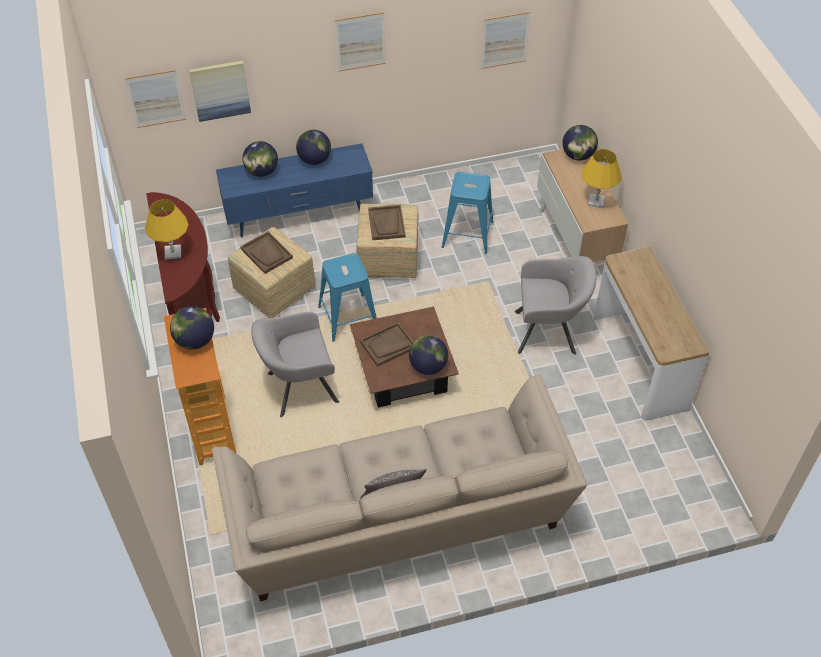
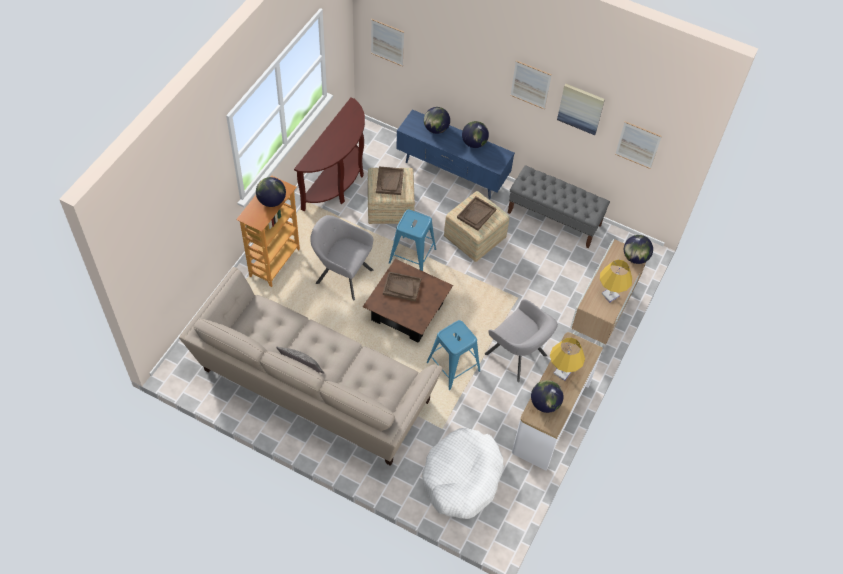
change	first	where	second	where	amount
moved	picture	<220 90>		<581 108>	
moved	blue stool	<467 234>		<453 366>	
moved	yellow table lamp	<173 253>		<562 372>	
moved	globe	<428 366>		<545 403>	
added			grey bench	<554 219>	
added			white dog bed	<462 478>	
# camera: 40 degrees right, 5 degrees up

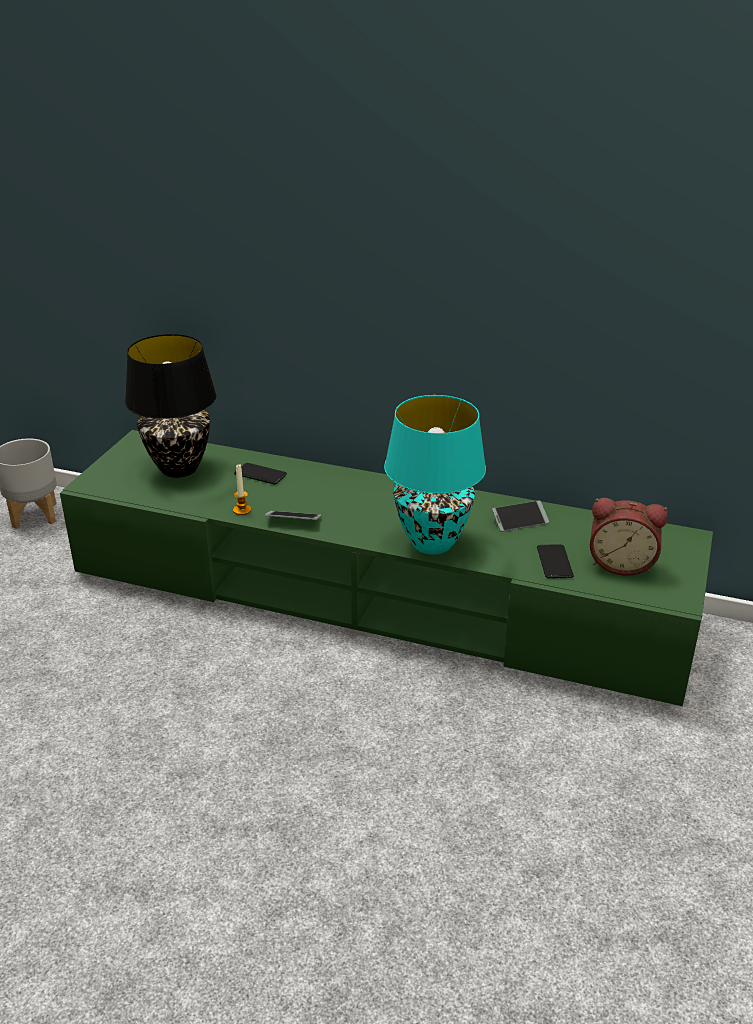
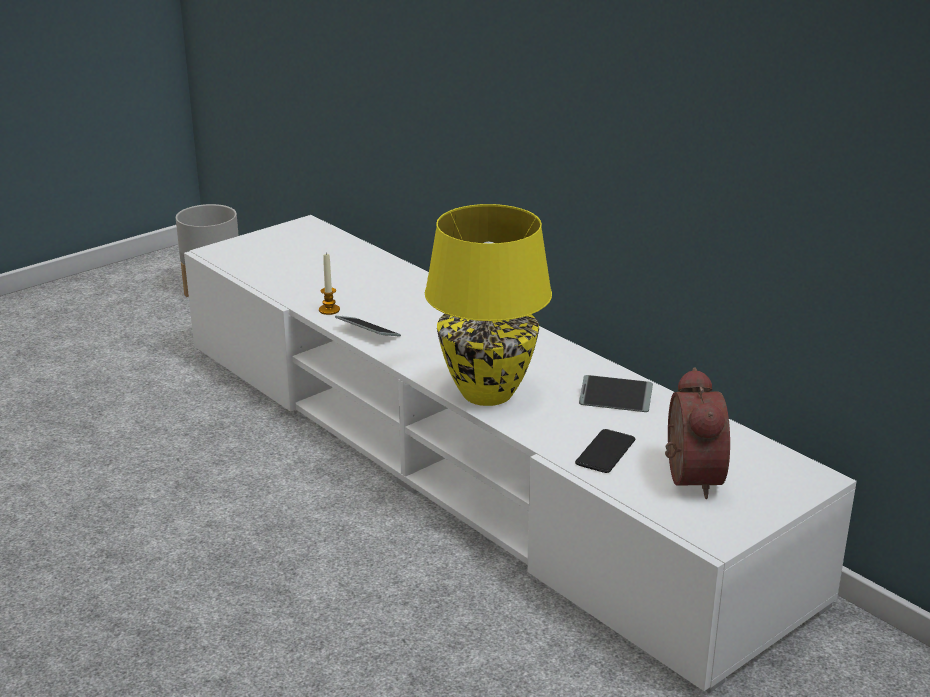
change	first	where	second	where	amount
removed	black table lamp	<178 469>			
recoloured	turquoise table lamp	<431 544>	yellow table lamp	<485 394>	
recoloured	green tv stand	<378 597>	white tv stand	<466 461>	
removed	phone	<260 474>			
turned	alarm clock	<621 563>		<687 478>	135 degrees counterclockwise
# camera: 30 degrees right, 5 degrees down

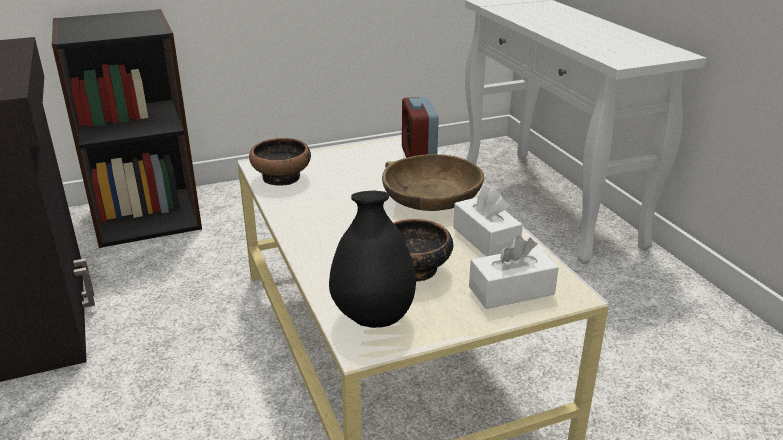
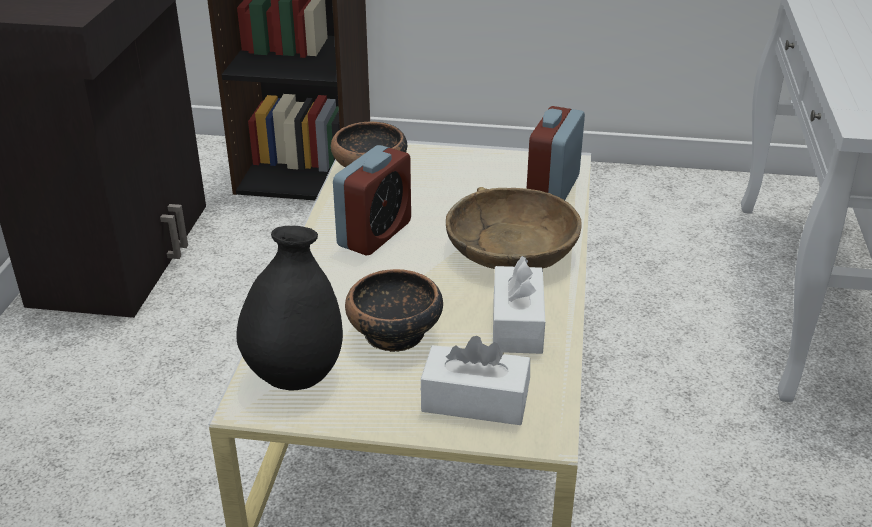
change	first	where	second	where	amount
added			alarm clock	<374 234>	
# camera: 30 degrees right, 5 degrees up

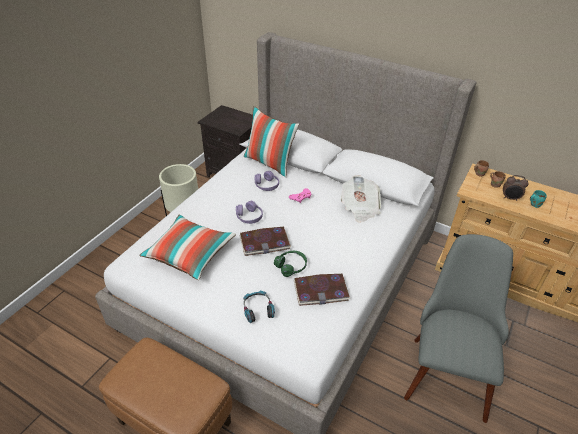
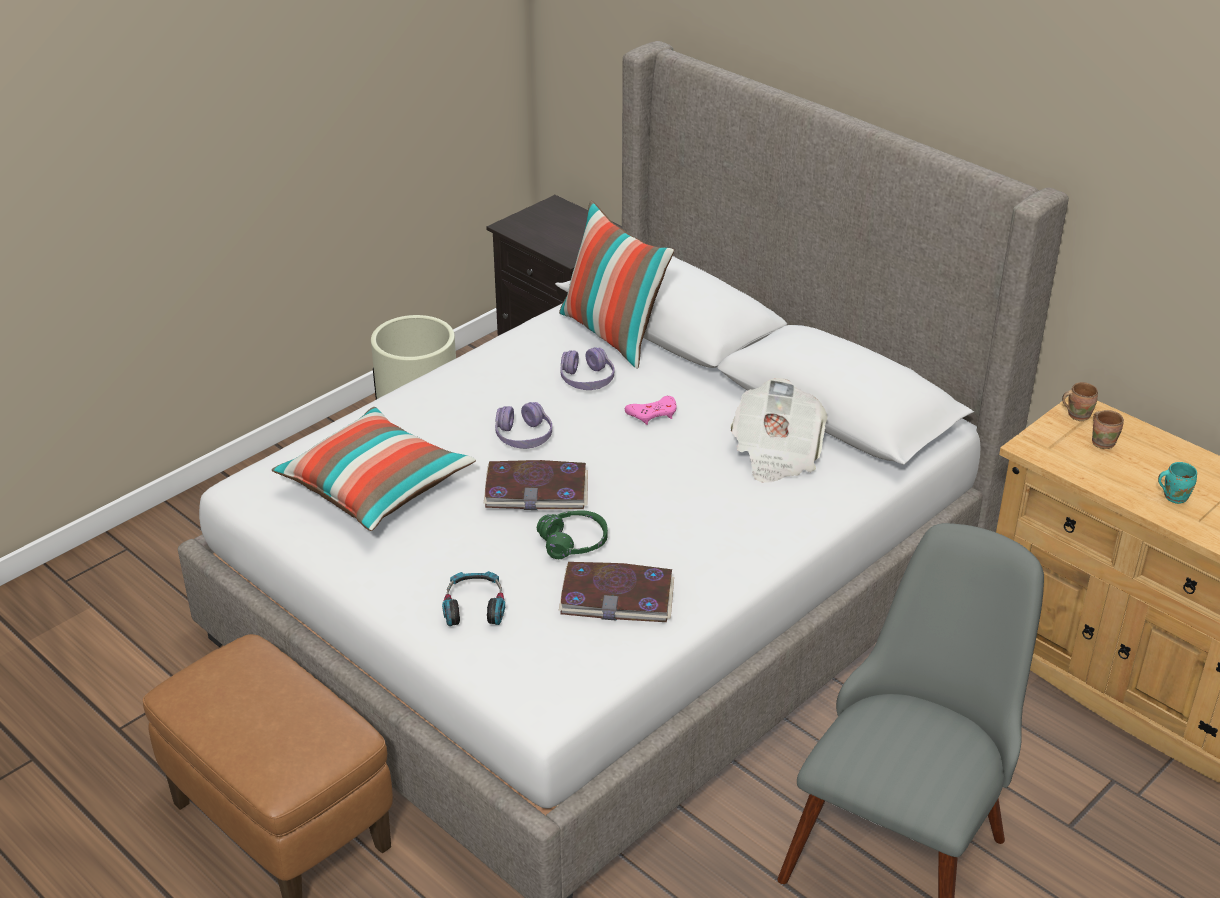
change	first	where	second	where	amount
removed	alarm clock	<510 198>			
# camera: 15 degrees right, 5 degrees down

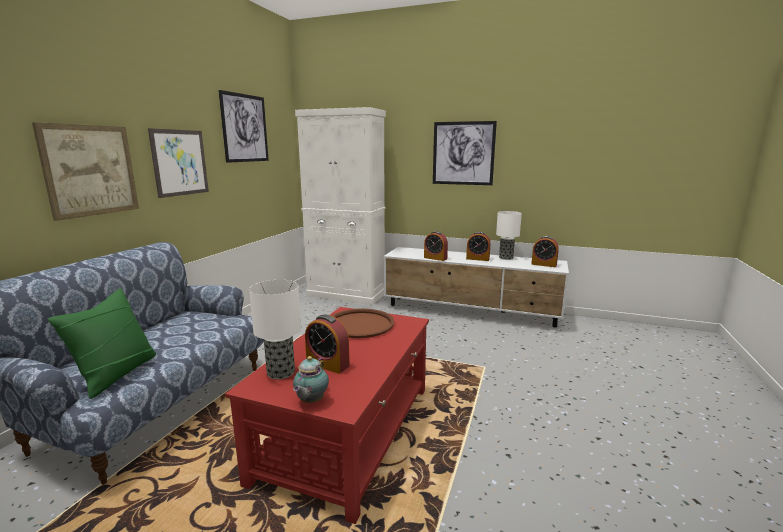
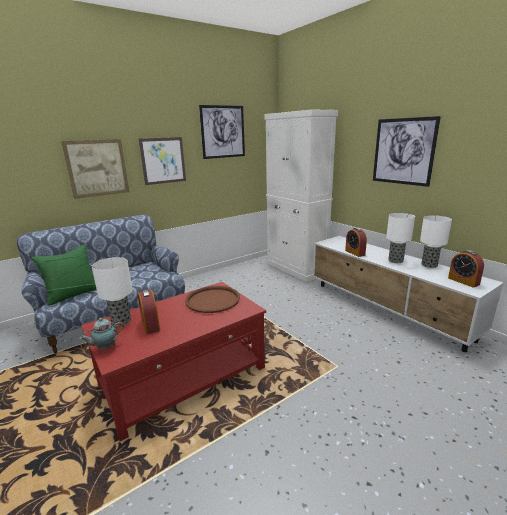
change	first	where	second	where	amount
replaced	alarm clock	<477 259>	table lamp	<396 260>	
# camera: 35 degrees right, 5 degrees up

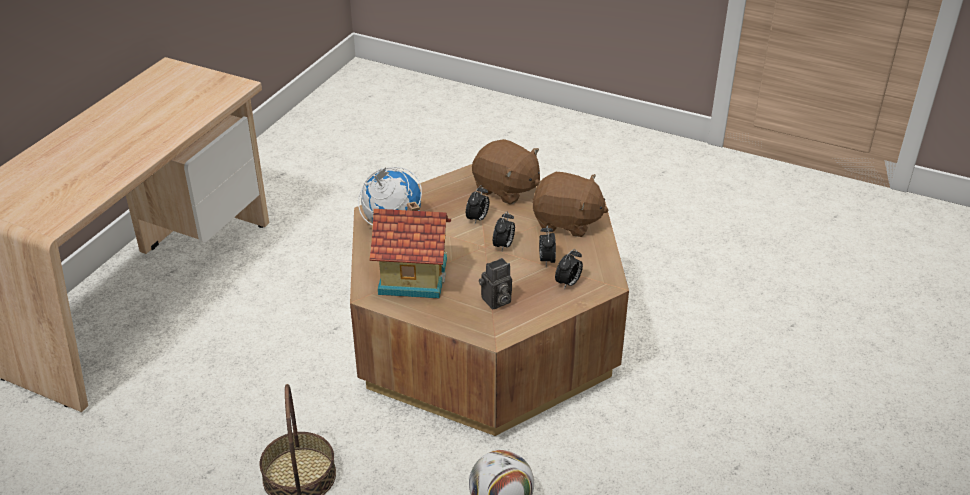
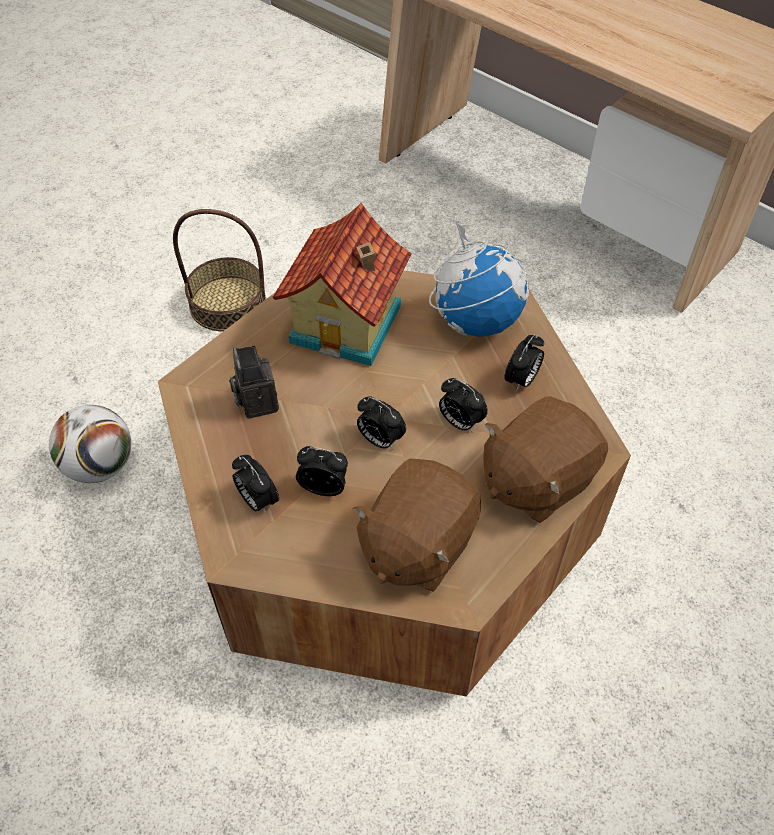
change	first	where	second	where	amount
added			alarm clock	<521 380>	
# camera: 105 degrees right, 15 degrees up

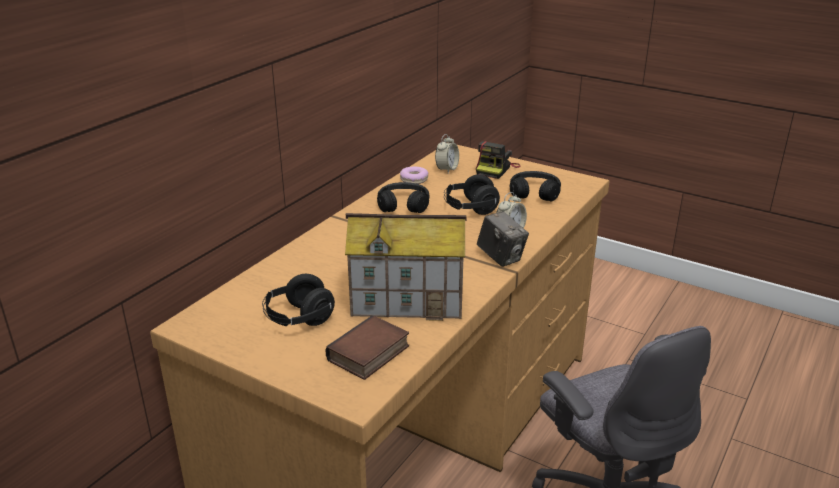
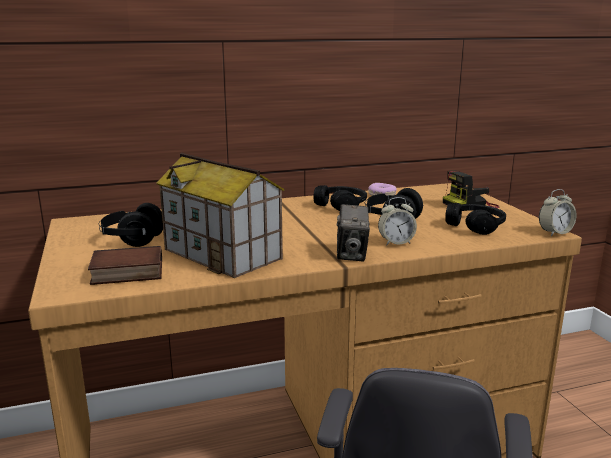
change	first	where	second	where	amount
moved	alarm clock	<447 169>		<555 232>	
# camera: 40 degrees right, 10 degrees down

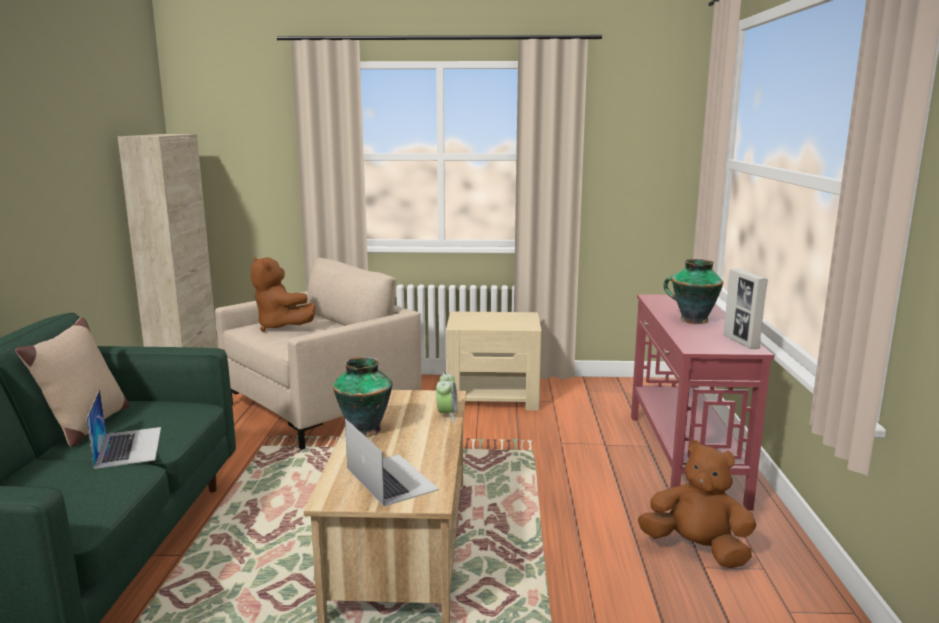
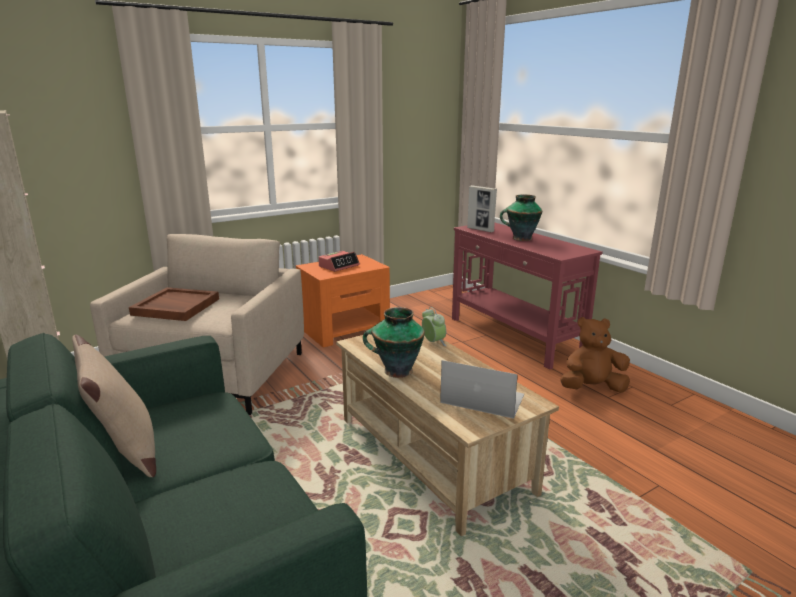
change	first	where	second	where	amount
replaced	brown plush toy	<281 327>	brown tray	<175 307>	
moved	picture frame	<741 342>		<480 230>	
recoloured	beige nightstand	<493 397>	orange nightstand	<345 329>	
removed	laptop	<129 447>			
added			alarm clock	<339 266>	
# camera: 35 degrees left, 5 degrees up

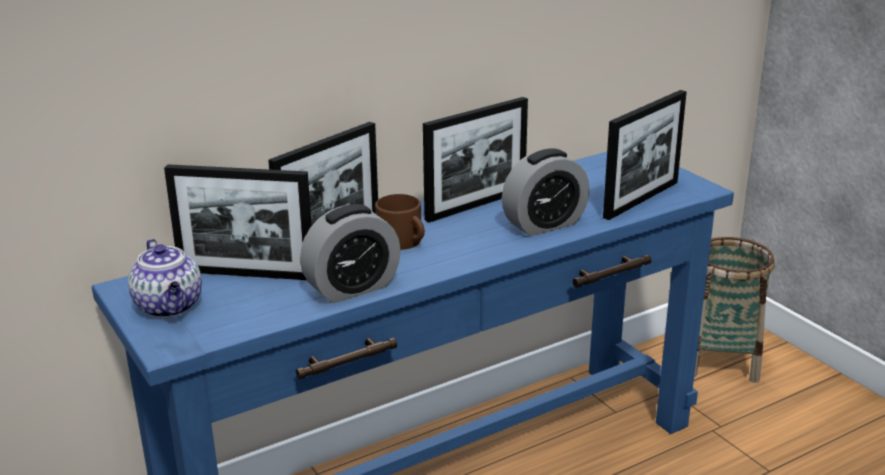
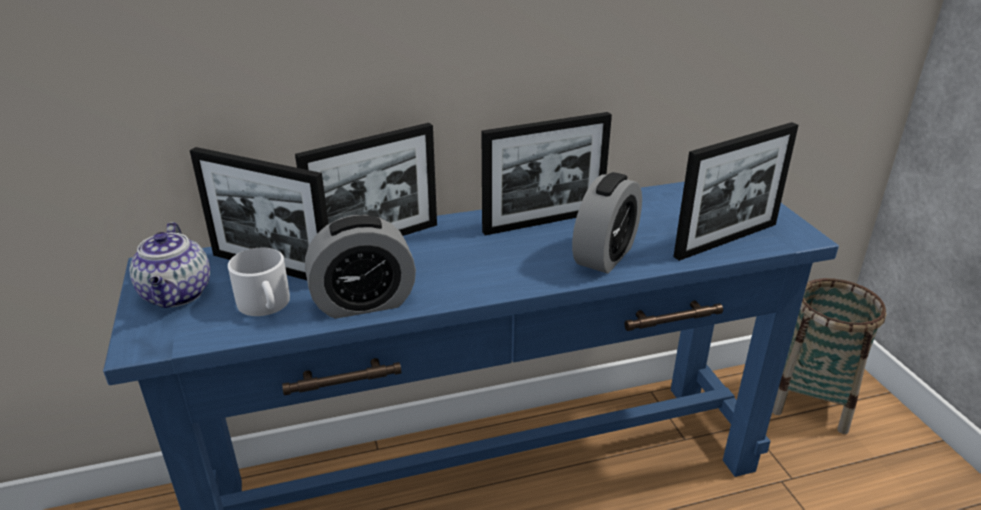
change	first	where	second	where	amount
turned	alarm clock	<544 224>		<605 256>	45 degrees counterclockwise
removed	brown mug	<403 241>			
added			white mug	<265 304>	
# camera: 15 degrees right, 5 degrees up

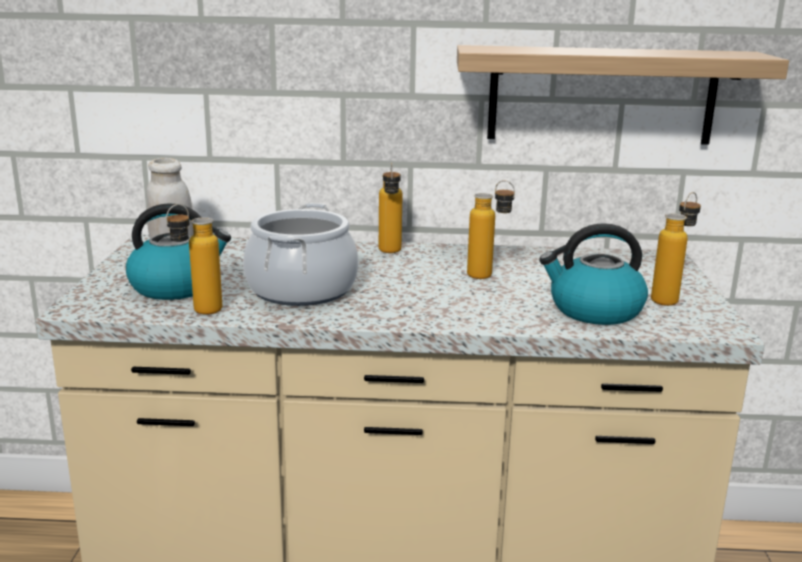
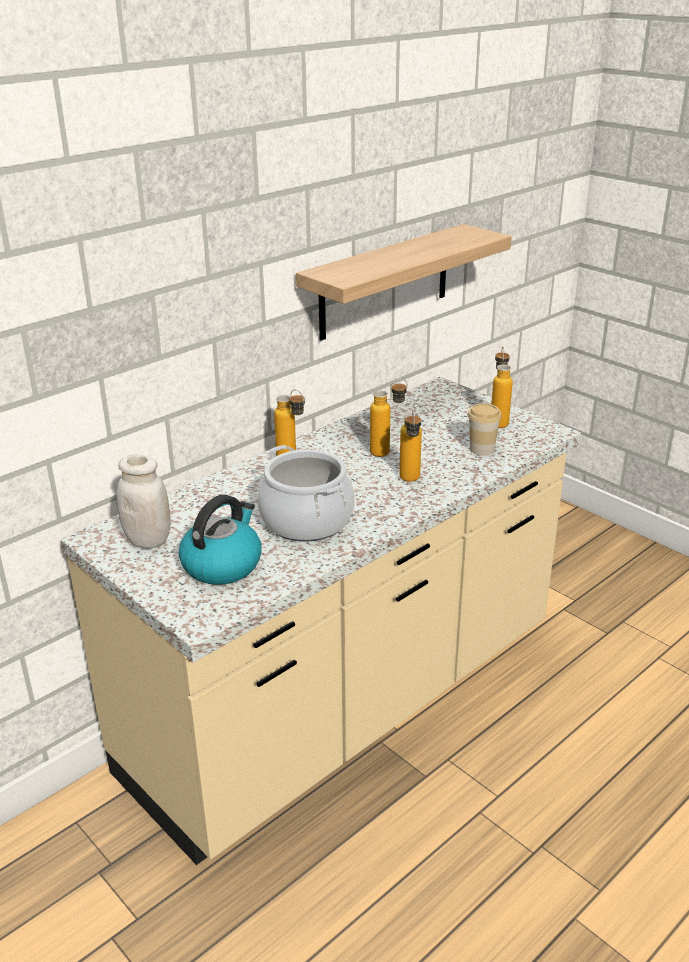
change	first	where	second	where	amount
moved	bottle	<198 313>		<410 481>	
replaced	kettle	<594 310>	cup	<482 449>	
# camera: 45 degrees left, 10 degrees up

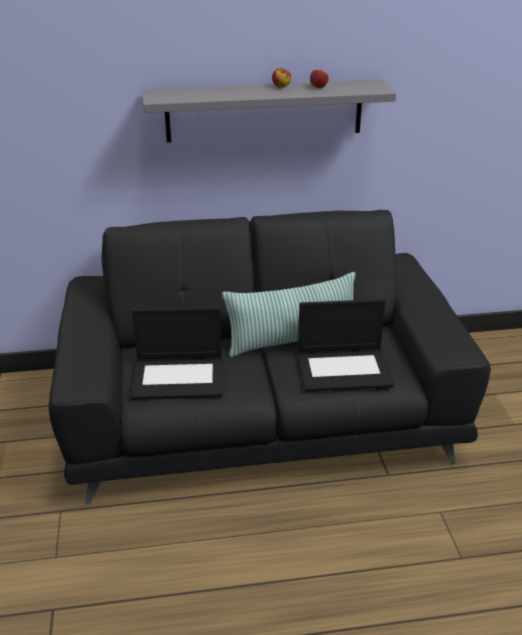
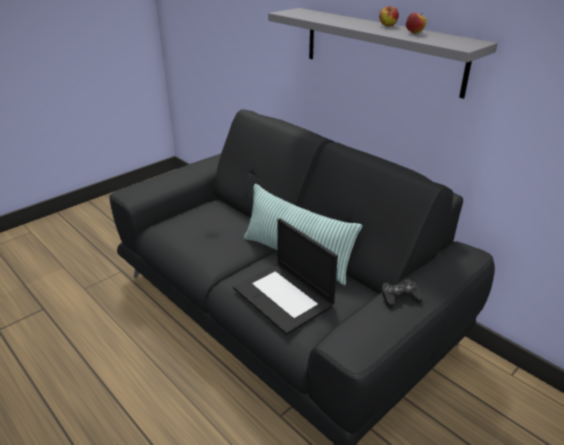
change	first	where	second	where	amount
removed	laptop	<179 377>			
added			black game controller	<399 297>	
# camera: 55 degrees right, 0 degrees up

